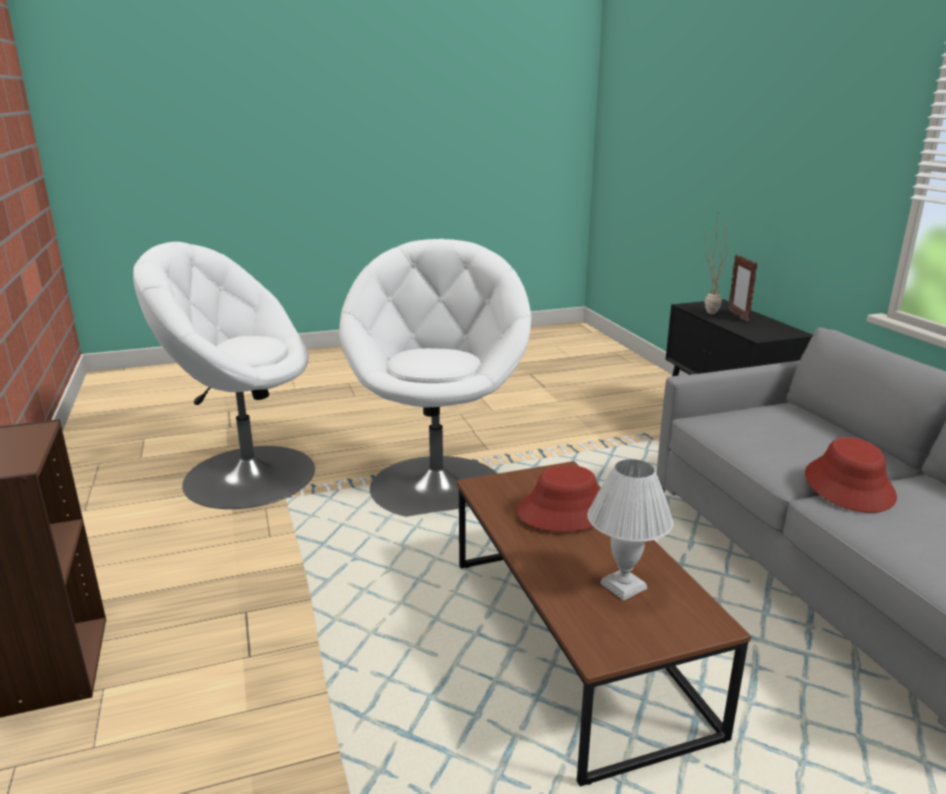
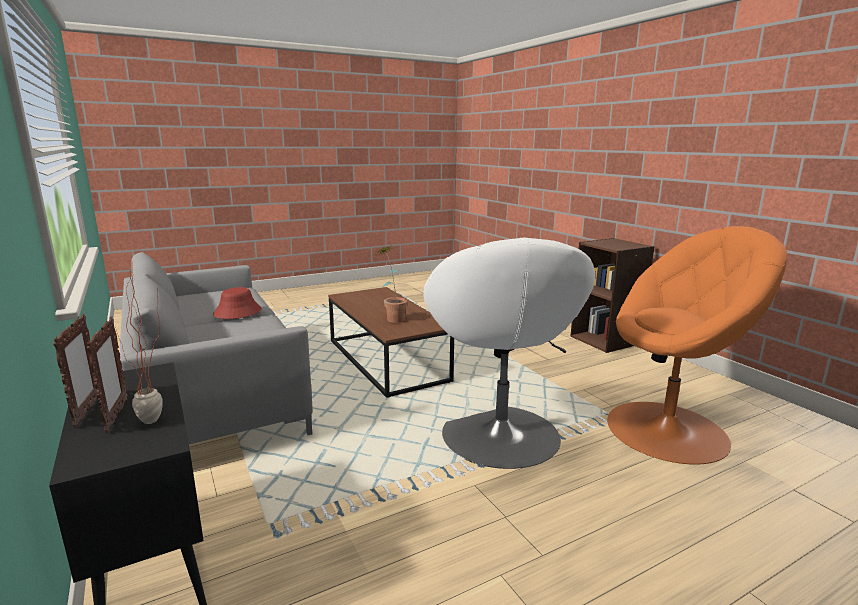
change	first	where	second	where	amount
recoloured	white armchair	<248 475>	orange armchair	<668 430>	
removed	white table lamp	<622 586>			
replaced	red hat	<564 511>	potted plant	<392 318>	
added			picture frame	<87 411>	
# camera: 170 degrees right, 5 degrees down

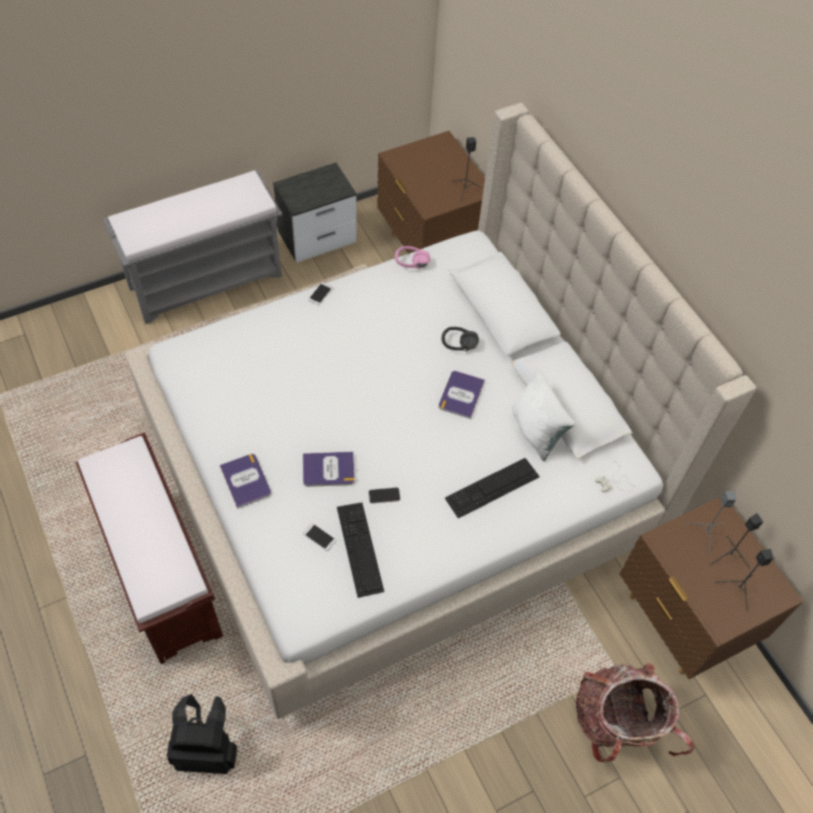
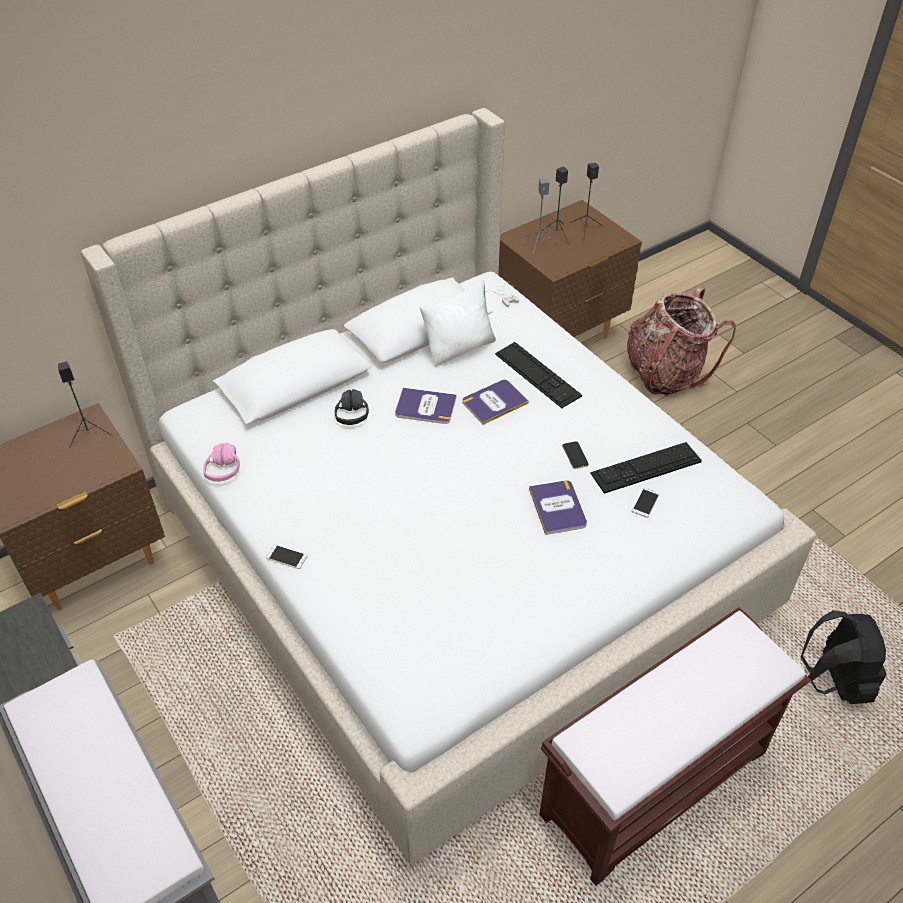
change	first	where	second	where	amount
moved	book	<246 480>		<494 402>	
# camera: 95 degrees left, 10 degrees down

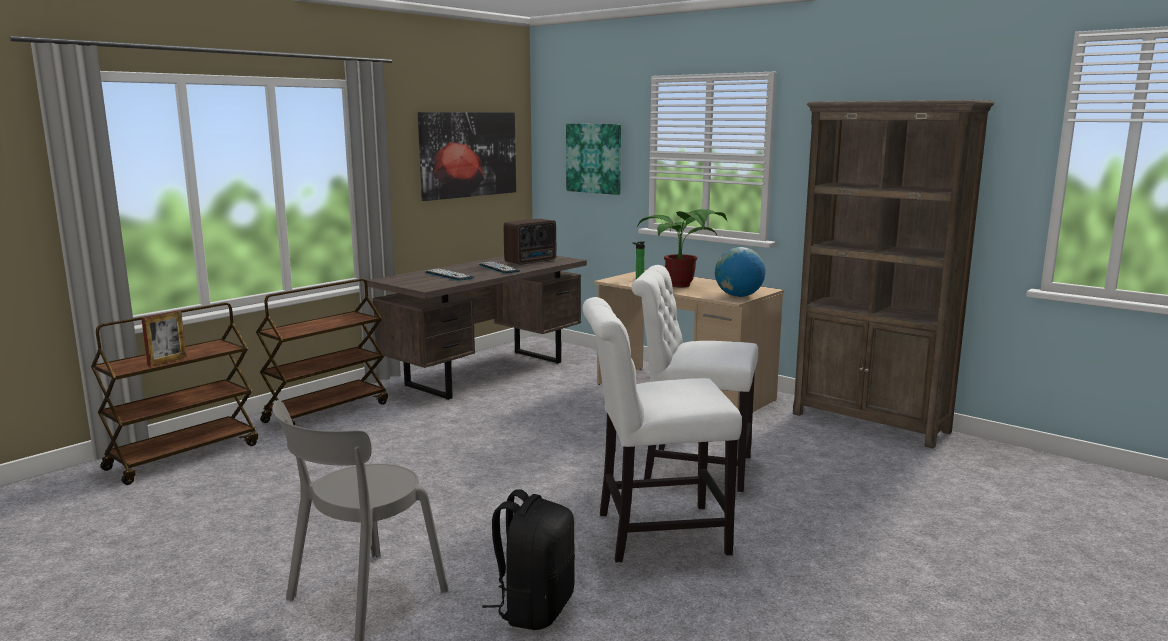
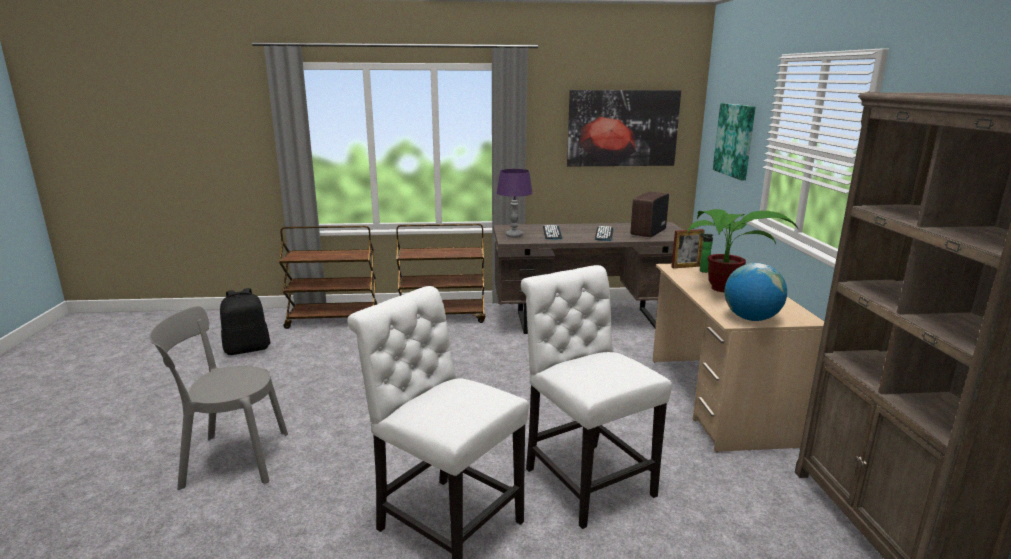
change	first	where	second	where	amount
turned	radio	<532 261>		<647 233>	120 degrees clockwise
moved	picture frame	<167 361>		<685 266>	
moved	black backpack	<534 608>		<247 349>	
added			purple table lamp	<514 236>	
# camera: 45 degrees right, 5 degrees up

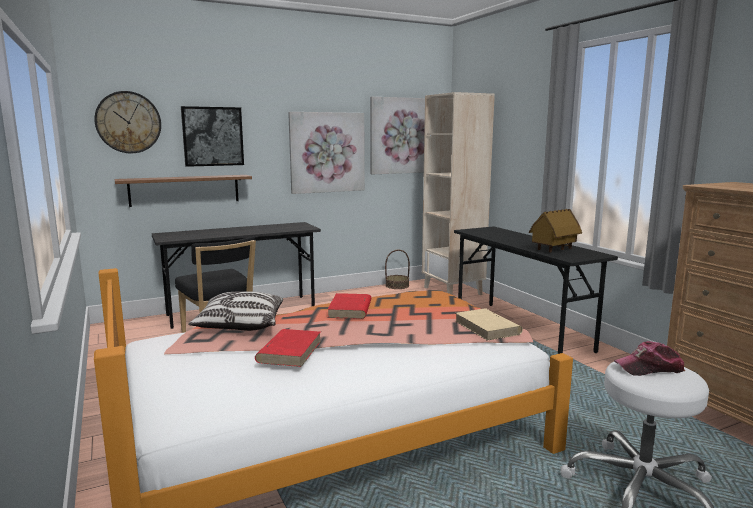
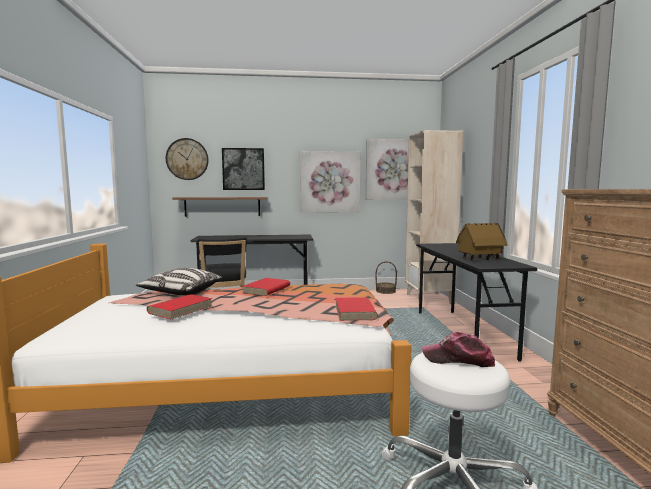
change	first	where	second	where	amount
recoloured	beige book	<487 327>	red book	<355 312>	
# camera: 20 degrees right, 5 degrees down

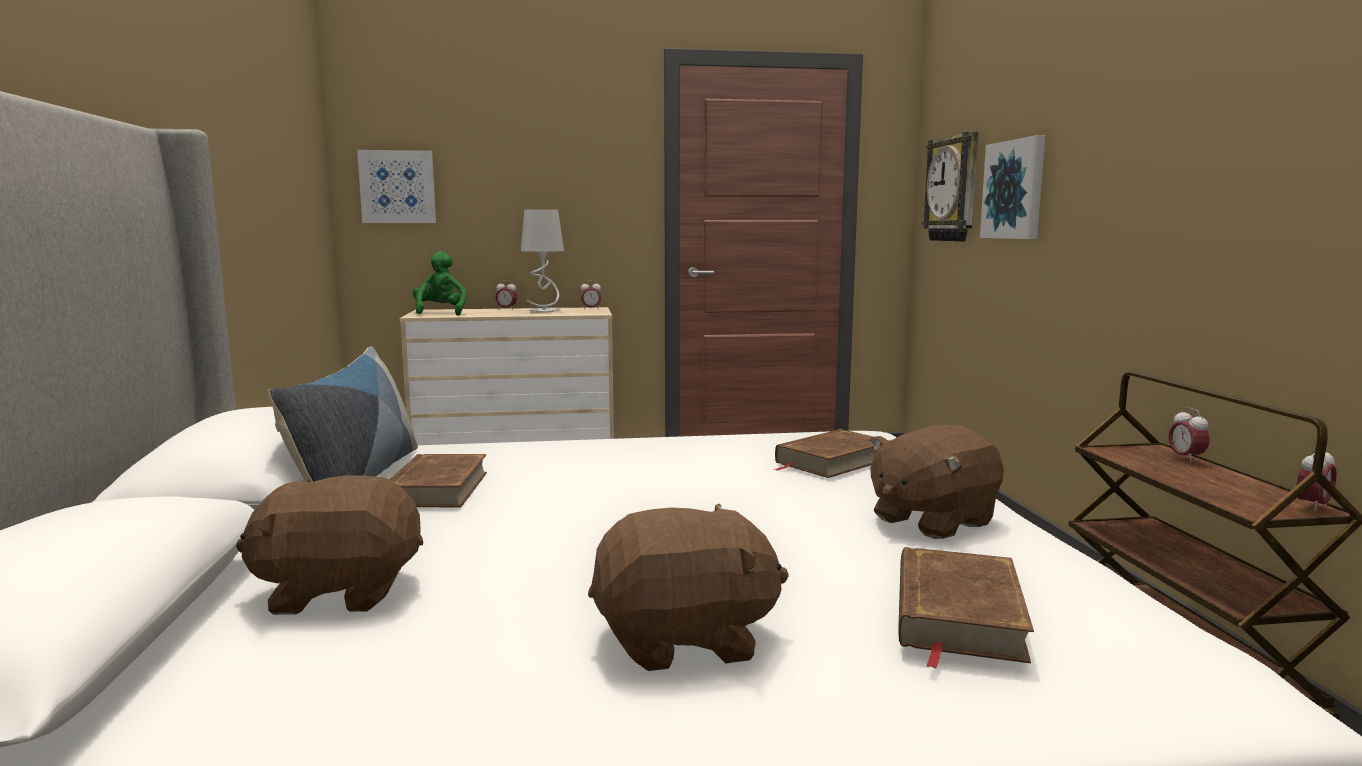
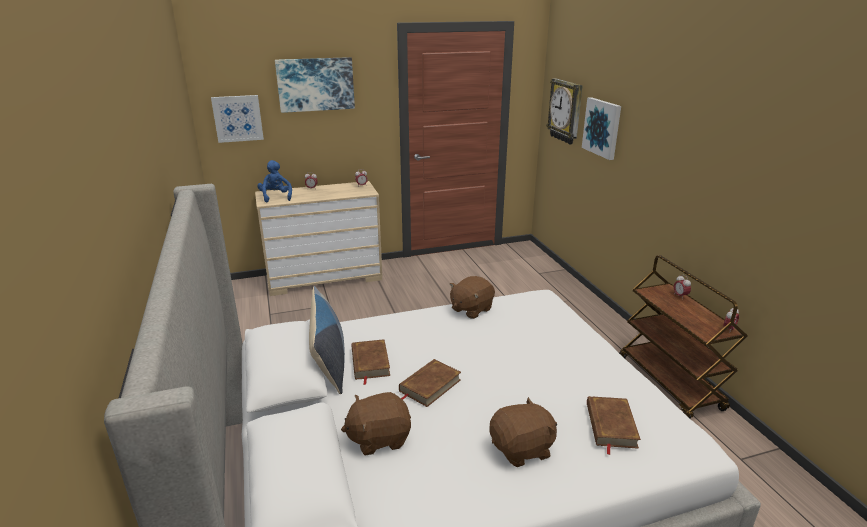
change	first	where	second	where	amount
removed	grey table lamp	<544 311>			
recoloured	green plush toy	<441 313>	blue plush toy	<276 197>	
moved	brown plush toy	<931 520>		<471 309>	
moved	brown book	<832 460>		<429 385>	
added			picture	<315 84>	
# camera: 10 degrees left, 15 degrees up

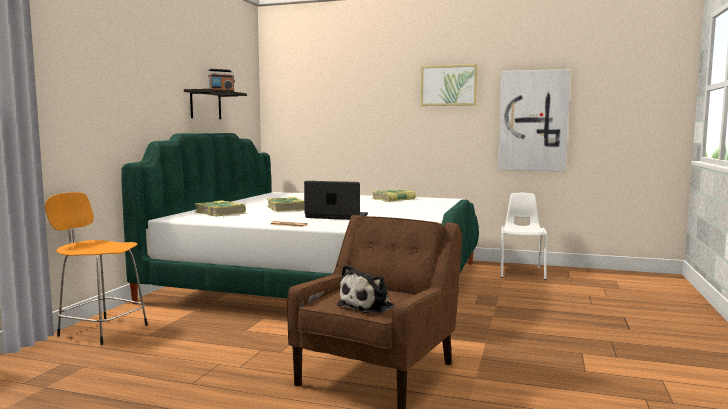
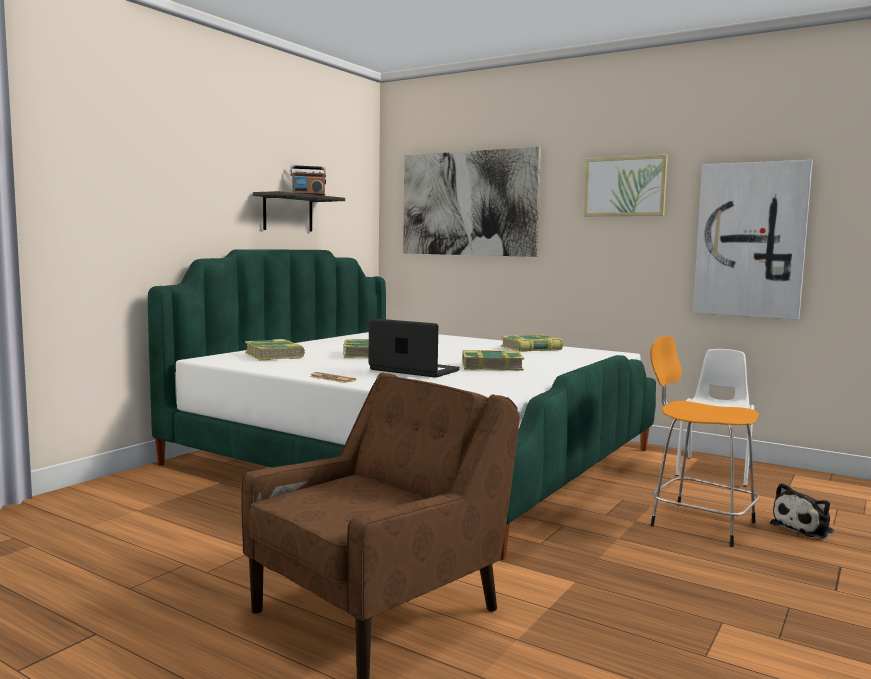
change	first	where	second	where	amount
moved	orange stool	<101 330>		<699 523>	
moved	plush toy	<368 306>		<804 528>	
added			picture	<468 203>	
added			book	<491 366>	
# camera: 15 degrees right, 0 degrees up

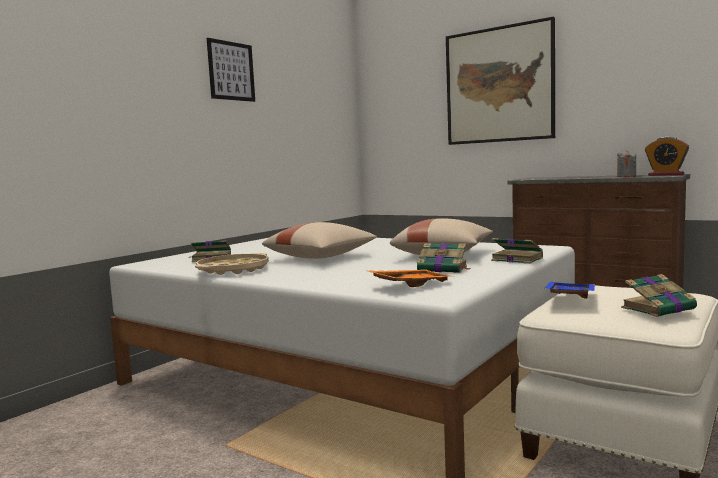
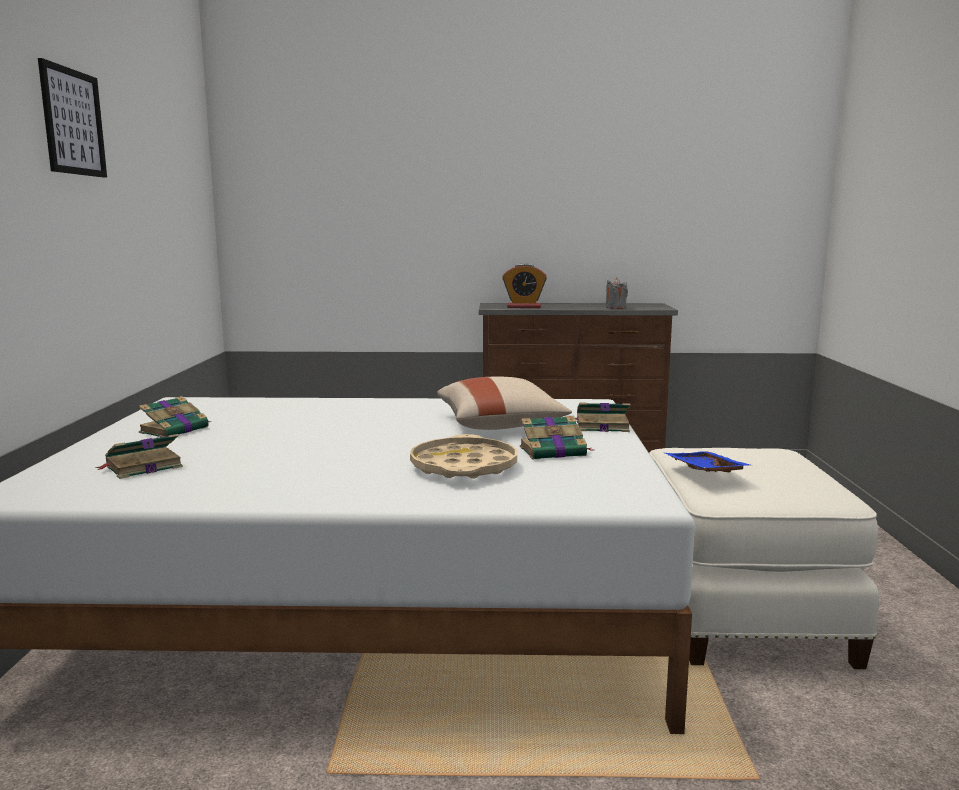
change	first	where	second	where	amount
removed	picture	<499 85>			
moved	alarm clock	<666 175>		<524 307>	
removed	beige pillow	<321 257>			
moved	beige tray	<233 270>		<463 467>	
removed	orange tray	<409 285>			
moved	book	<659 308>		<175 429>	
# camera: 35 degrees left, 5 degrees up

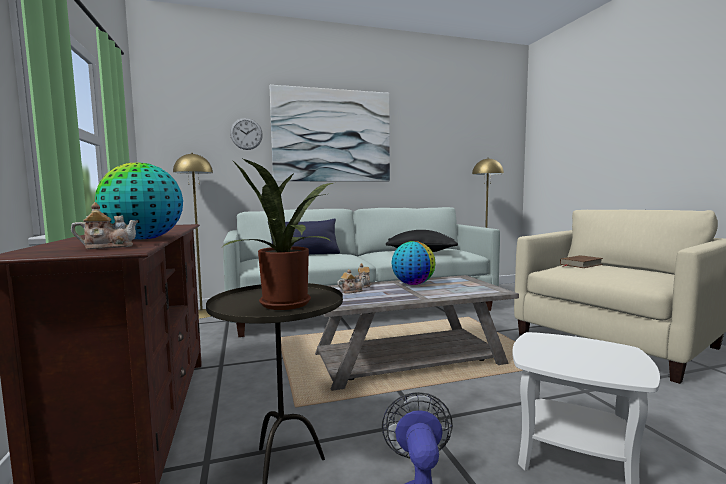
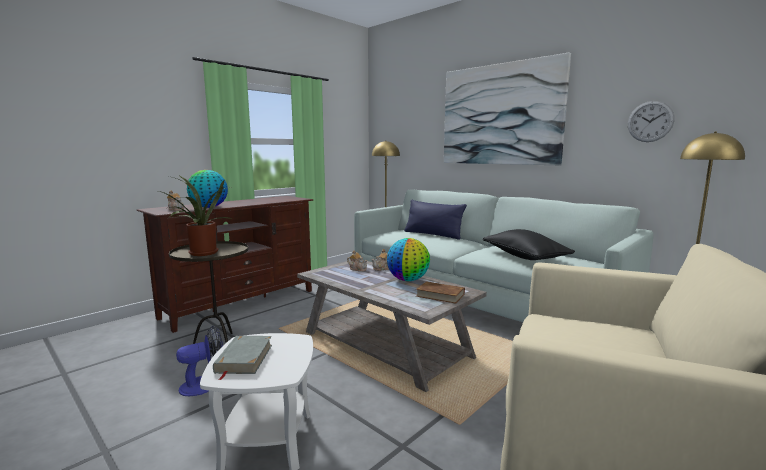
change	first	where	second	where	amount
moved	wall clock	<246 134>		<650 121>	
moved	brown book	<580 264>		<440 295>	
added			grey book	<244 358>	
# camera: 60 degrees right, 5 degrees up

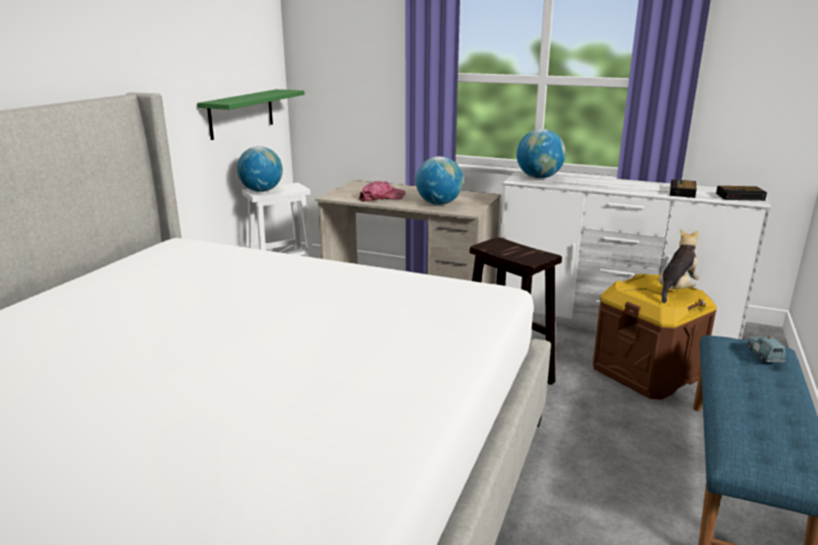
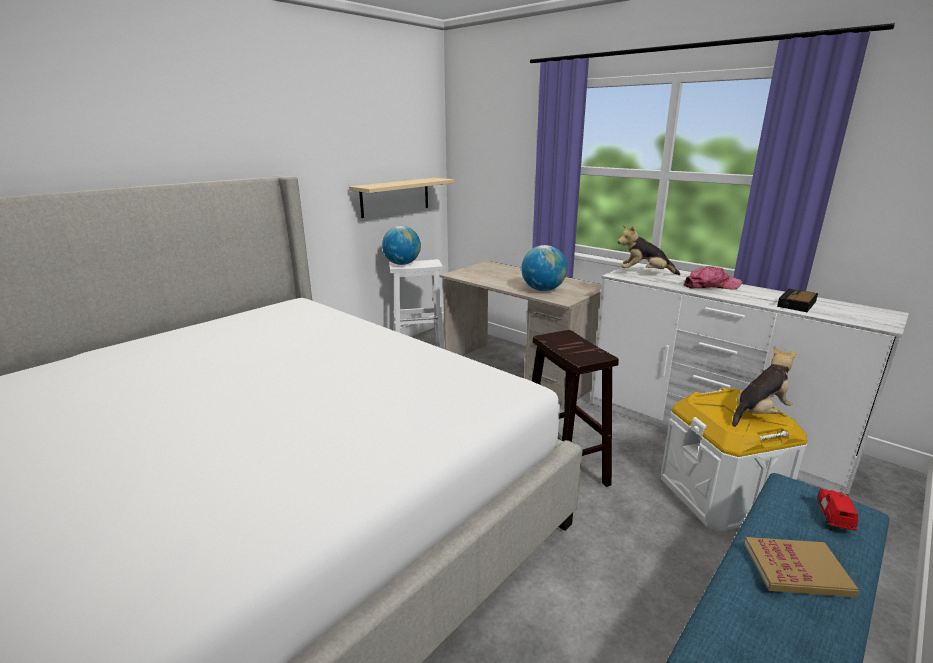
change	first	where	second	where	amount
recoloured	green shelf	<241 113>	beige shelf	<395 197>	
replaced	globe	<539 177>	plush toy	<644 273>	
moved	cap	<381 198>		<711 286>	
removed	alarm clock	<741 197>			
recoloured	brown storage box	<646 372>	white storage box	<720 495>	
recoloured	blue toy car	<764 355>	red toy car	<834 515>	
added			book	<796 570>	
# camera: 20 degrees right, 0 degrees up

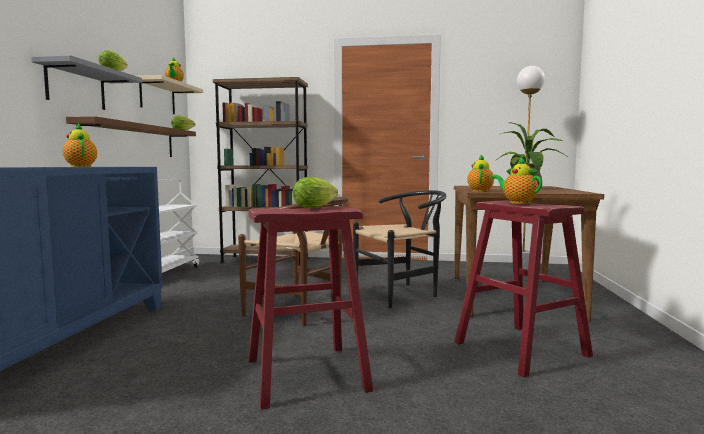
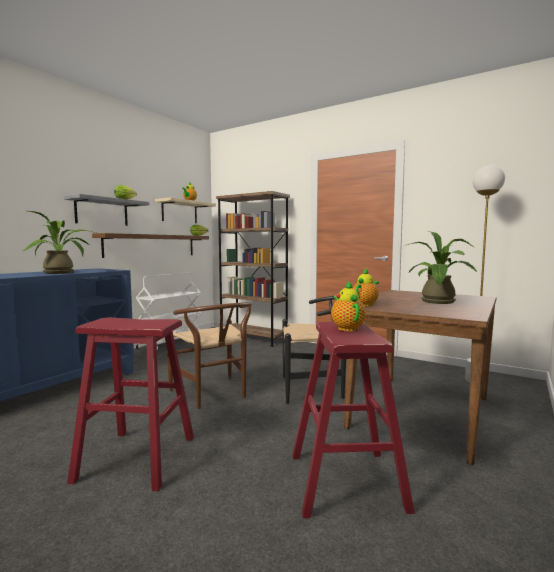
change	first	where	second	where	amount
replaced	teapot	<80 166>	potted plant	<62 273>	
removed	lettuce	<317 207>			
# camera: 25 degrees right, 0 degrees up

